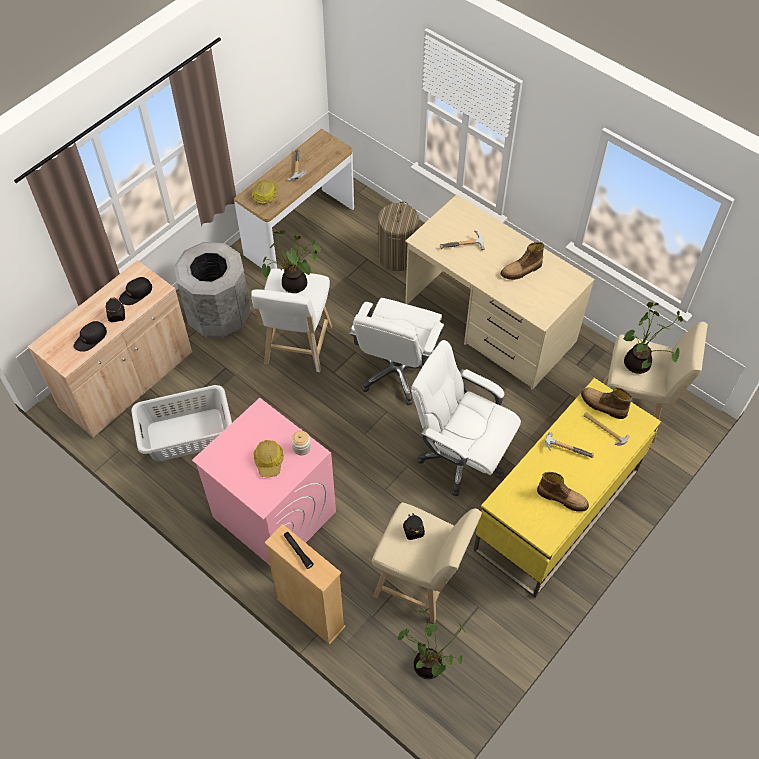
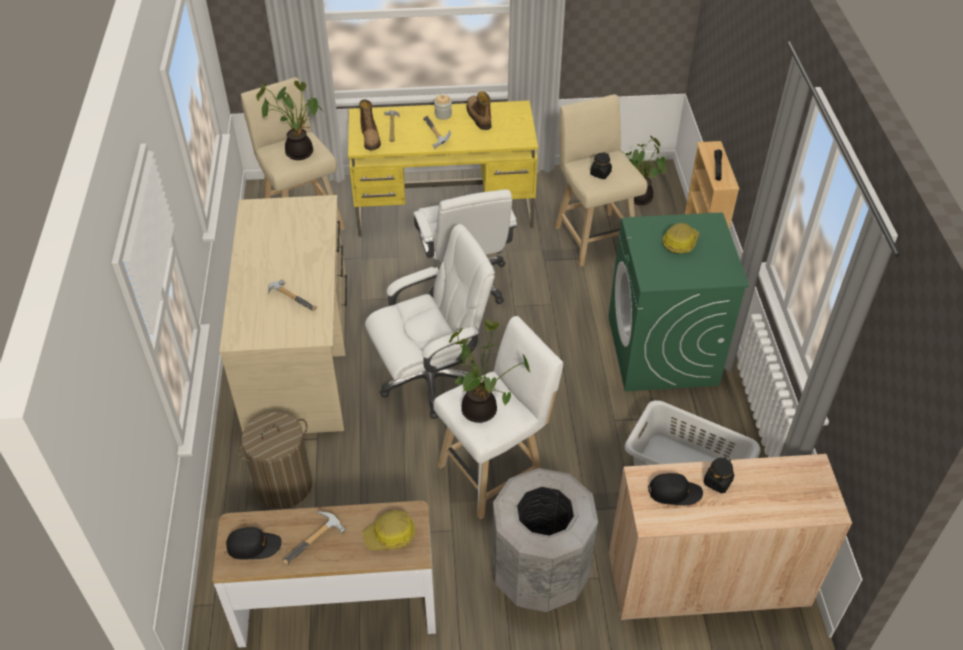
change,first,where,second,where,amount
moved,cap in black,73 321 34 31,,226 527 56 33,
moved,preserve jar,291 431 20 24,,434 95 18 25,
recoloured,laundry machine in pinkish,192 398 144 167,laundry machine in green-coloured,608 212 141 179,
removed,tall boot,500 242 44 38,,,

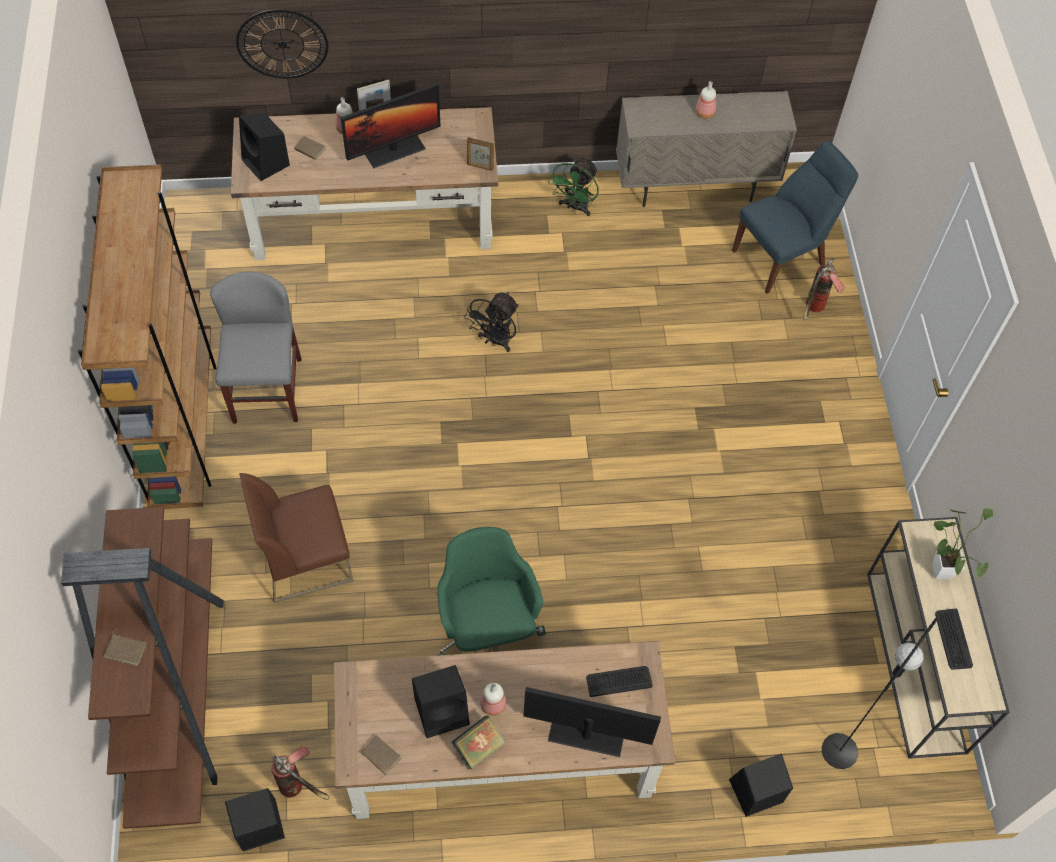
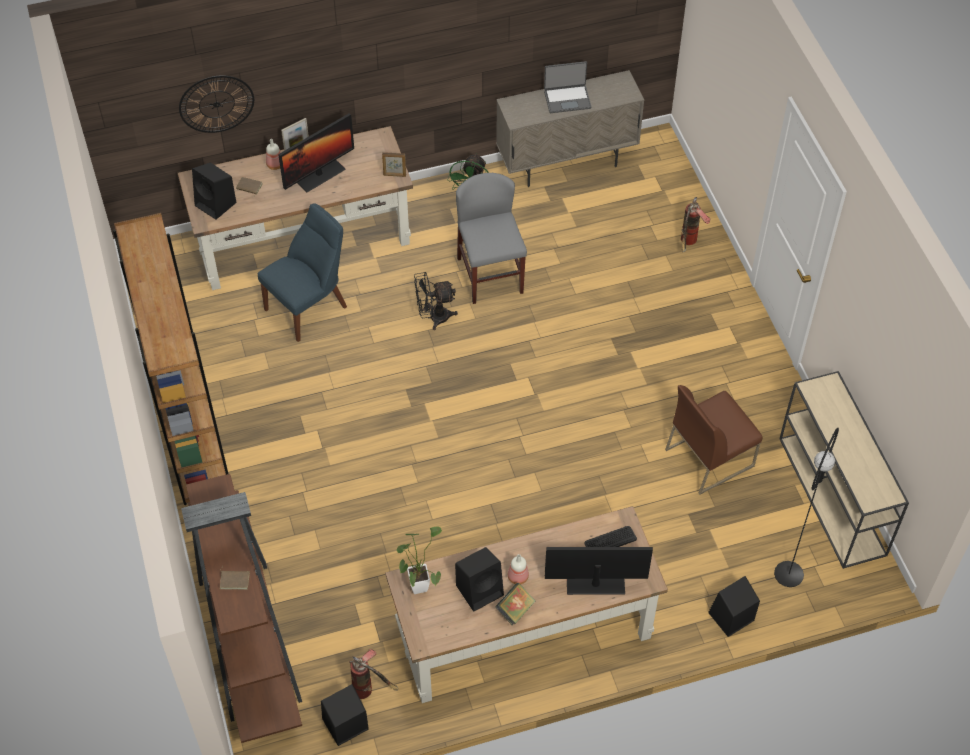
change,first,where,second,where,amount
moved,upright chair in blue-coloured,732 140 126 154,,258 203 89 139,
moved,potted plant,932 508 61 71,,397 526 45 68,
turned,electric fan in black,464 292 55 60,,414 272 44 58,60 degrees clockwise
moved,upright chair in grey,210 272 91 152,,456 173 71 131,
replaced,drink bottle,695 81 21 38,notebook computer,544 61 47 52,
moved,upright chair in brown,239 473 114 130,,665 385 98 110,
removed,volume in brown,361 735 40 45,,,
removed,desk chair in green-coloured,437 527 109 129,,,
removed,keyboard,935 608 38 62,,,

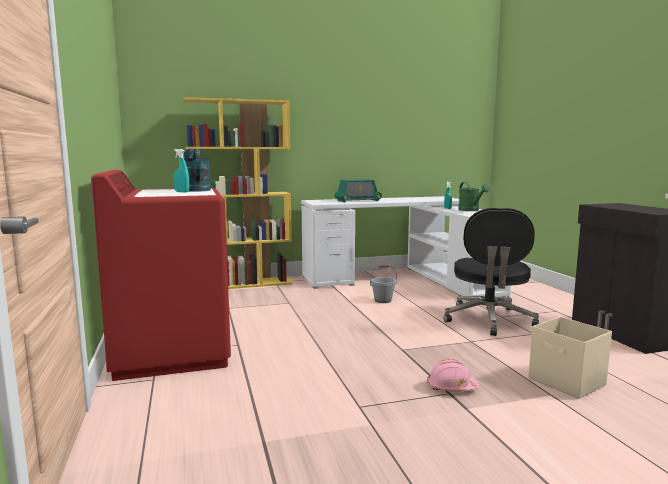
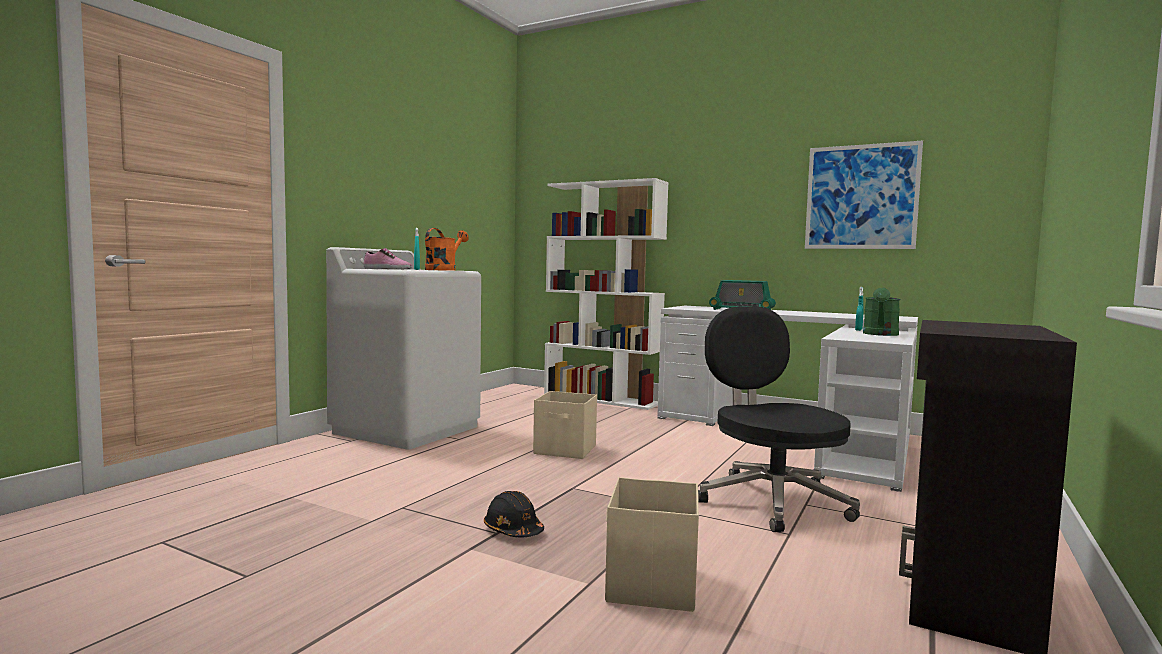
change,first,where,second,where,amount
recoloured,laundry machine in red-coloured,91 170 140 211,laundry machine in whitish,326 247 155 203,
added,,,low shoe,363 248 49 22,
recoloured,sprinkling can in turquoise,184 149 27 43,sprinkling can in orange,425 228 44 43,
recoloured,hard hat in pinkish,427 359 52 32,hard hat in black,484 491 60 47,
added,,,storage bin in sand-coloured,533 391 64 68,
recoloured,shelving unit in yellowish,183 97 109 192,shelving unit in whitish,544 178 125 232,
turned,desk chair in black,444 208 95 128,,698 306 162 226,105 degrees clockwise
added,,,wall picture,805 141 118 108,
removed,pail in grey,370 265 27 38,,,

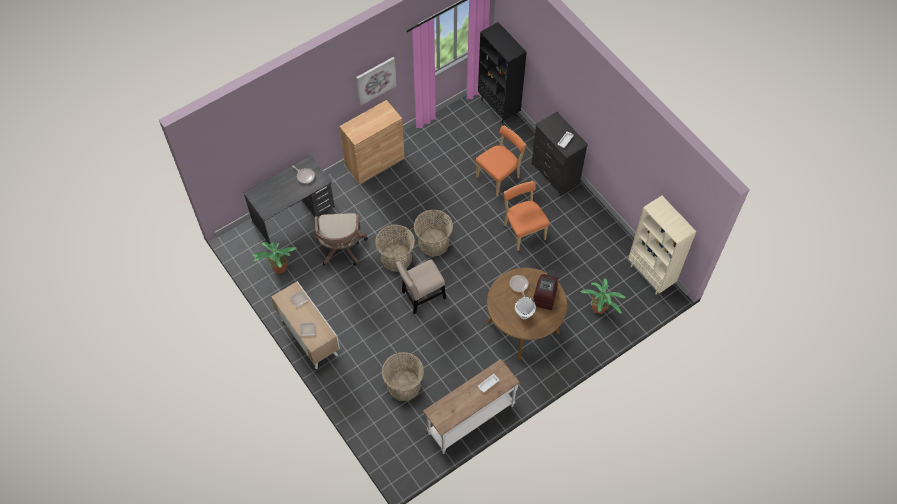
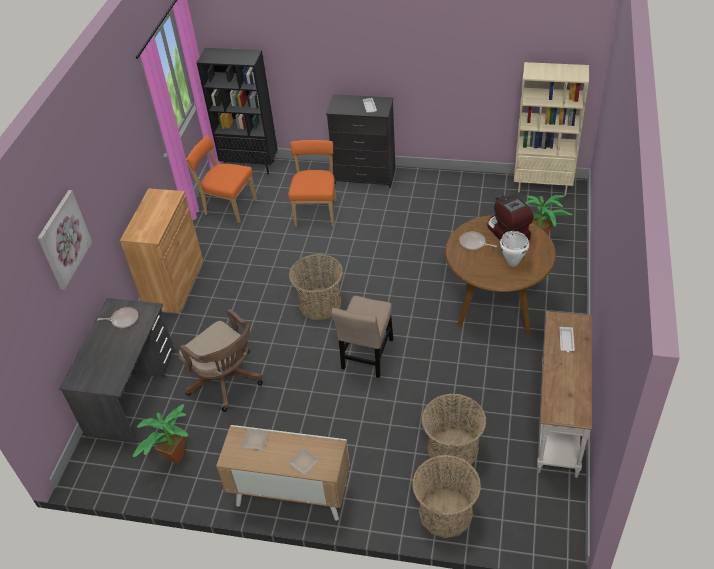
change,first,where,second,where,amount
moved,wall picture,356 57 41 49,,38 190 54 100,
moved,upright chair in orange,504 181 46 70,,186 135 71 88,
moved,basket,375 225 40 47,,412 455 69 83,

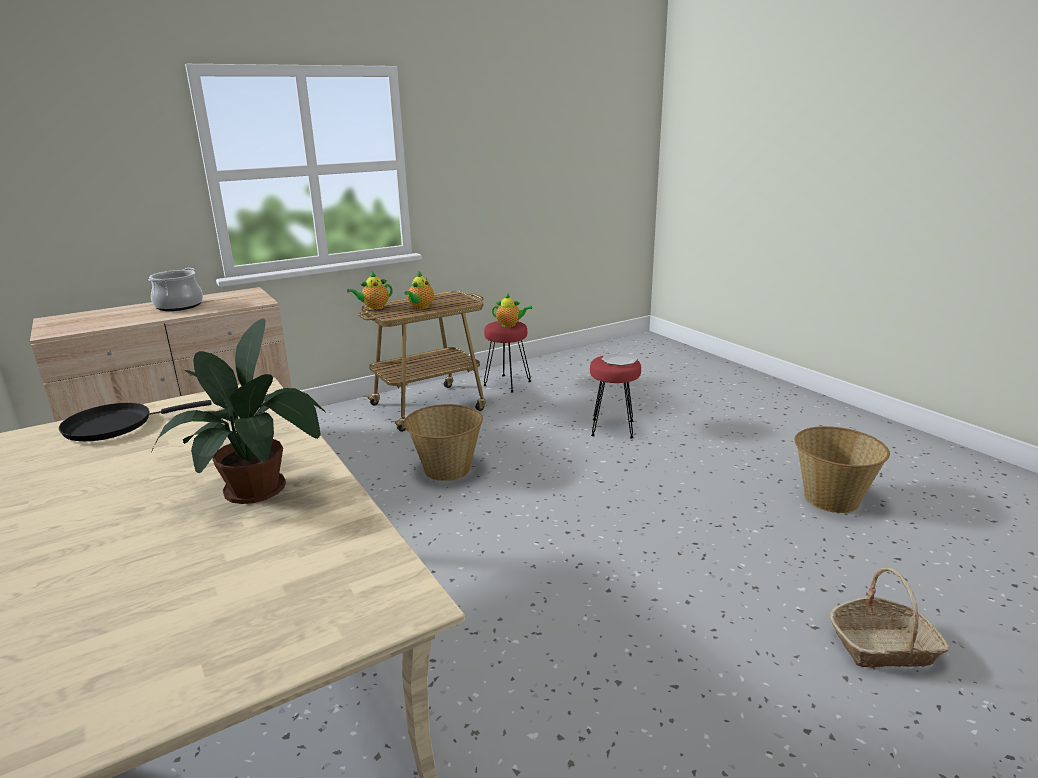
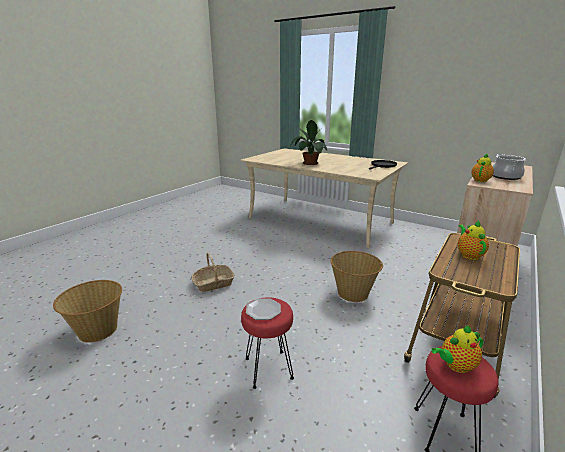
change,first,where,second,where,amount
moved,basket,830 568 119 100,,191 252 44 40,
moved,pot for tea,347 272 46 38,,471 153 23 29,

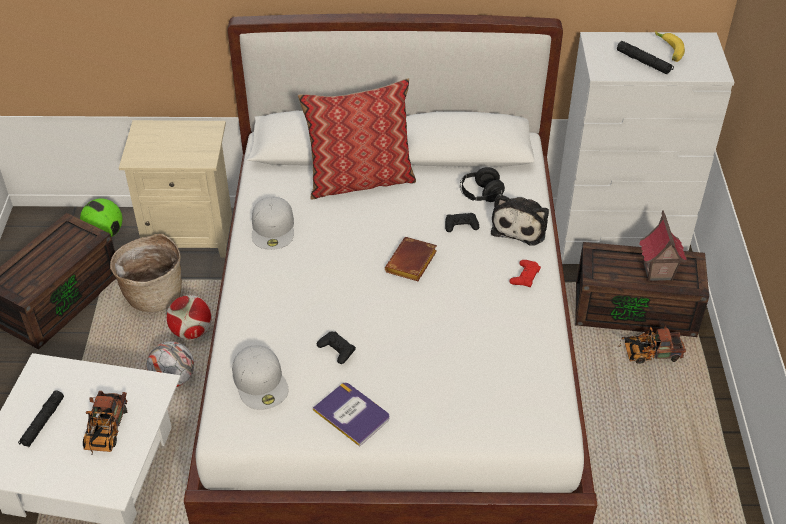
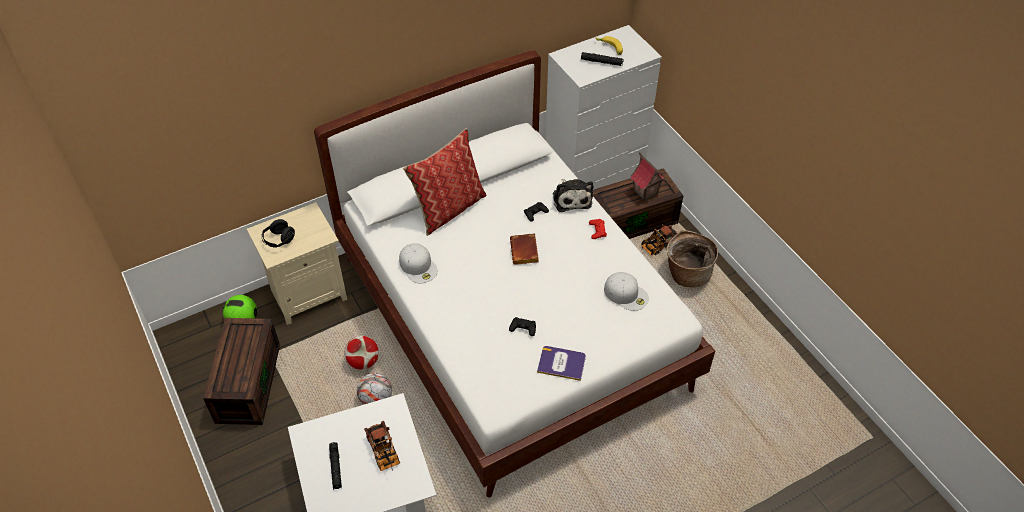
change,first,where,second,where,amount
moved,pair of headphones in black,460 167 45 35,,261 219 34 29,
moved,cap in whitish,232 345 56 65,,604 272 45 39,
moved,basket,110 234 72 78,,667 230 51 58,

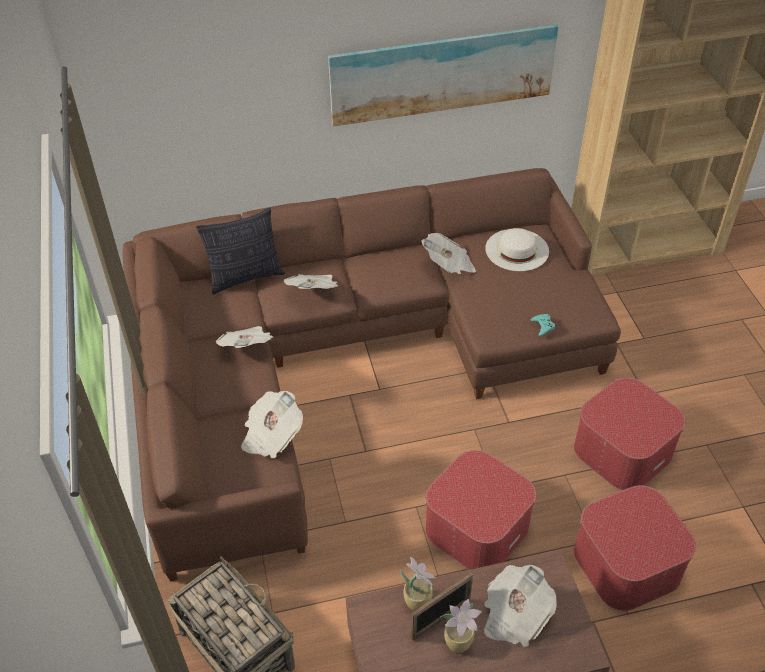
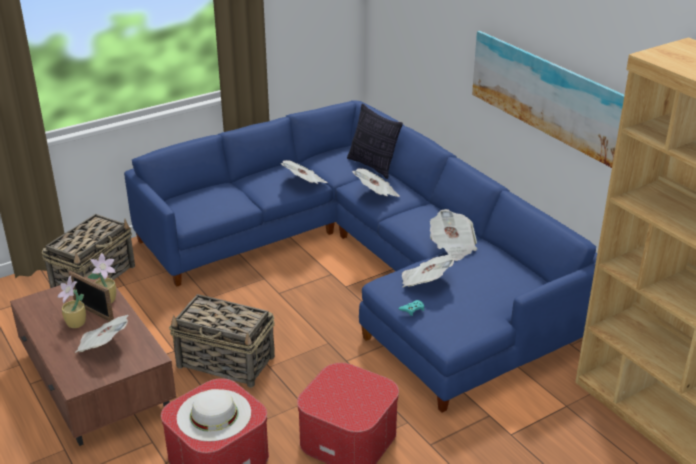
change,first,where,second,where,amount
recoloured,couch in brown,123 168 498 414,couch in blue-coloured,124 100 473 312,
replaced,ottoman,426 450 110 120,basket,169 294 106 94,
moved,wearable hat in whitish,485 228 64 43,,177 389 74 52,
moved,daily paper,241 391 62 67,,402 255 52 32,

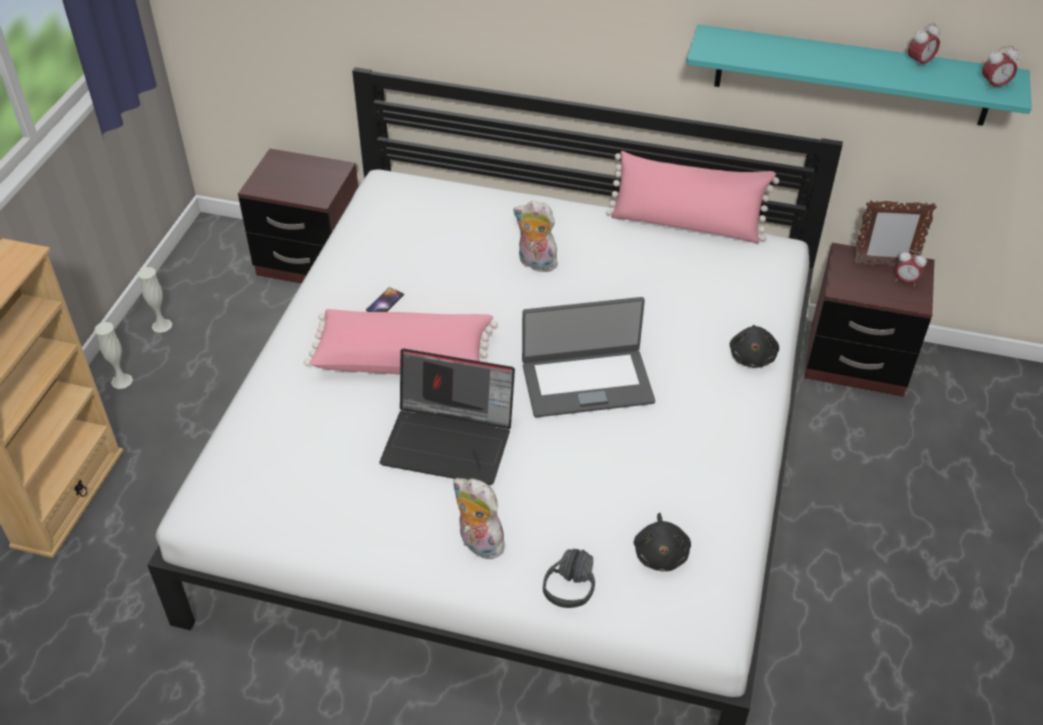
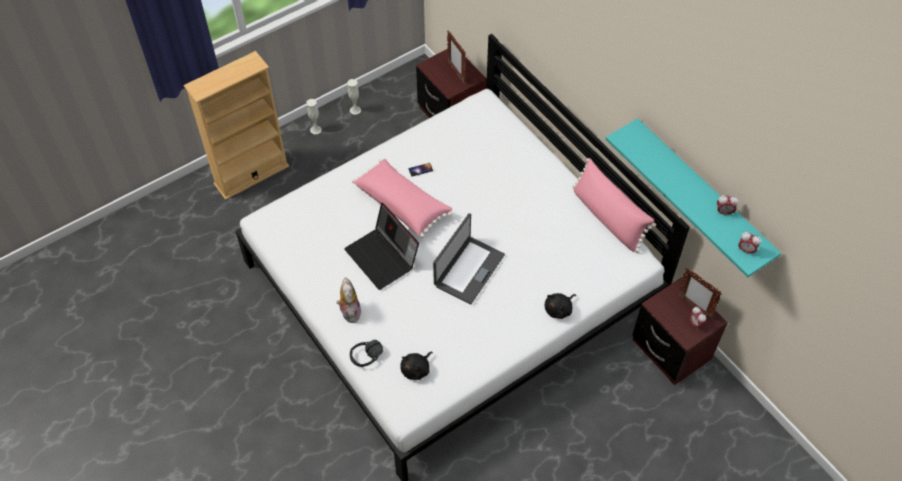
change,first,where,second,where,amount
turned,notebook computer,522 297 133 121,,433 213 72 91,90 degrees counterclockwise
added,,,picture frame,447 31 19 53,
removed,plush toy,513 200 45 72,,,

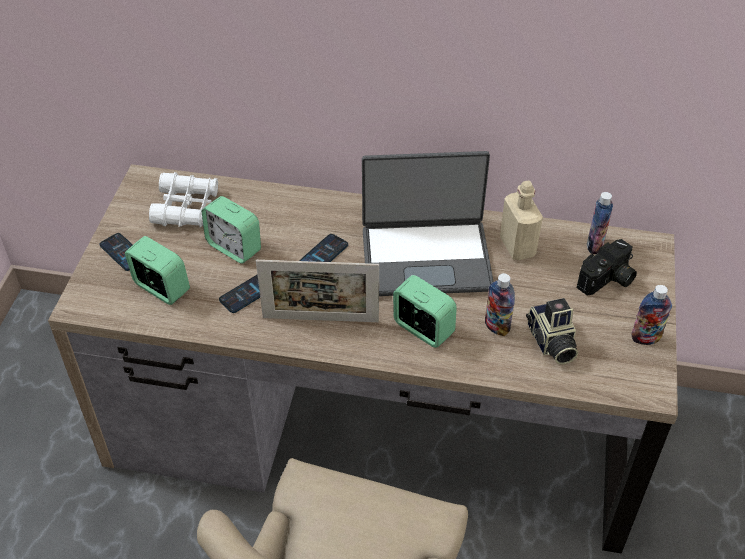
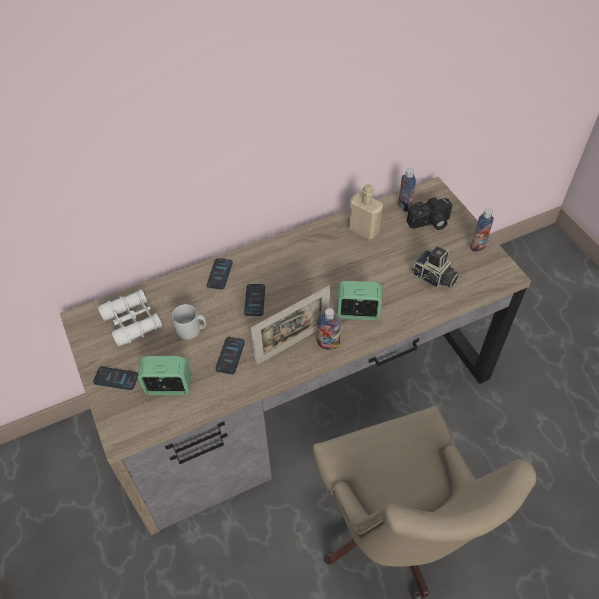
change,first,where,second,where,amount
replaced,table clock,202 196 59 68,mug in grey,172 304 34 35,
added,,,telephone,207 258 26 31,
moved,drink bottle,485 273 30 63,,317 308 24 42,
turned,still camera,577 239 60 57,,407 197 45 33,60 degrees clockwise
removed,notebook computer,362 151 132 145,,,

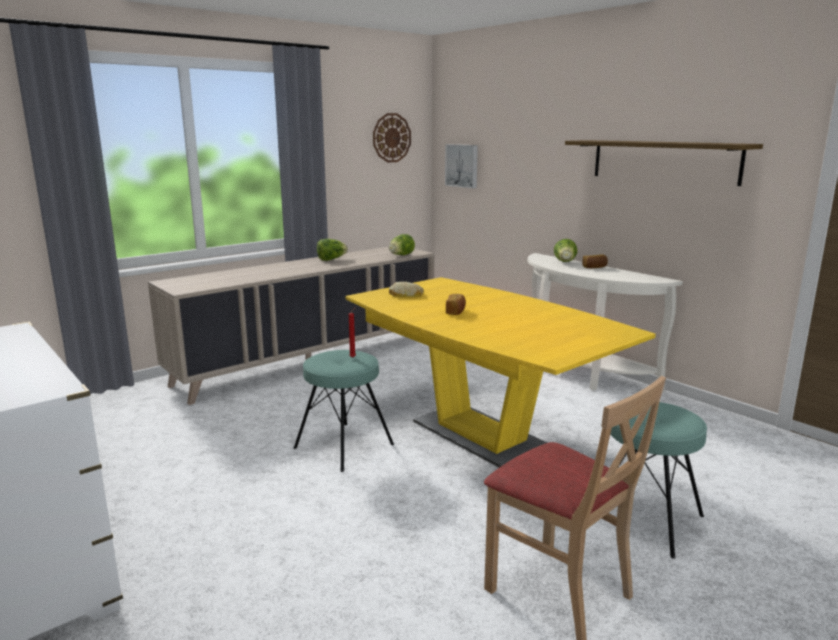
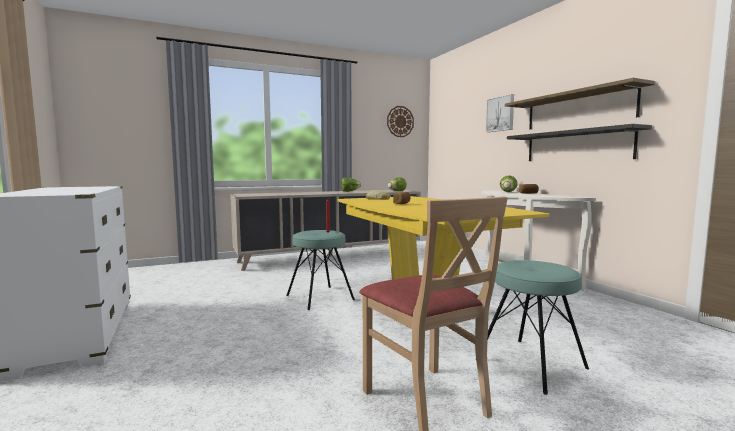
change,first,where,second,where,amount
moved,wall picture,445 144 33 44,,486 94 28 38,
added,,,shelf in black,507 124 145 37,

